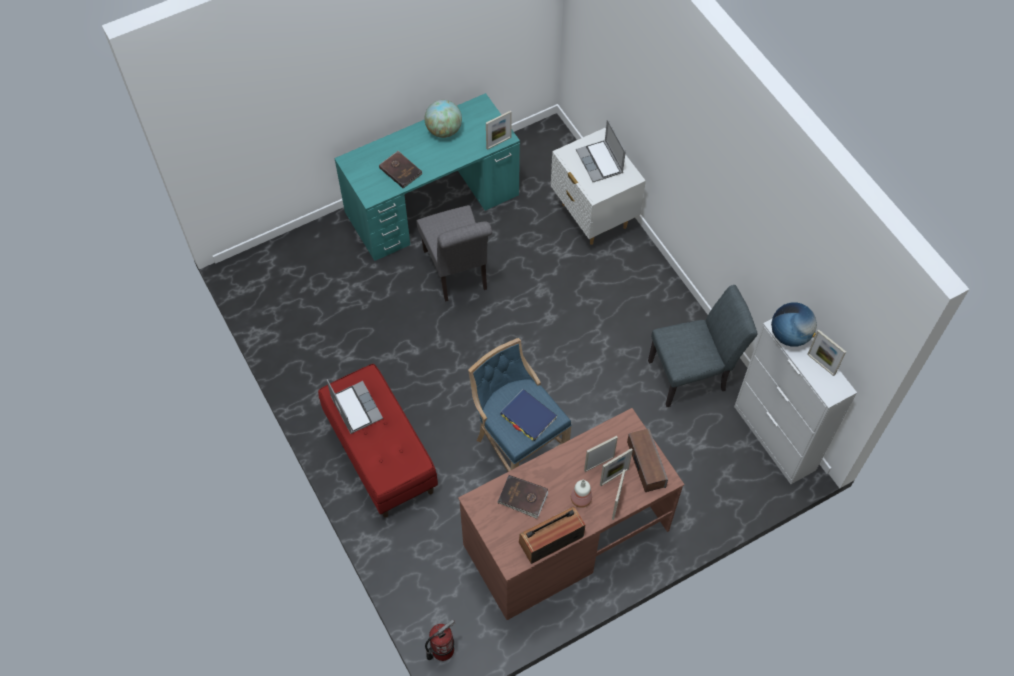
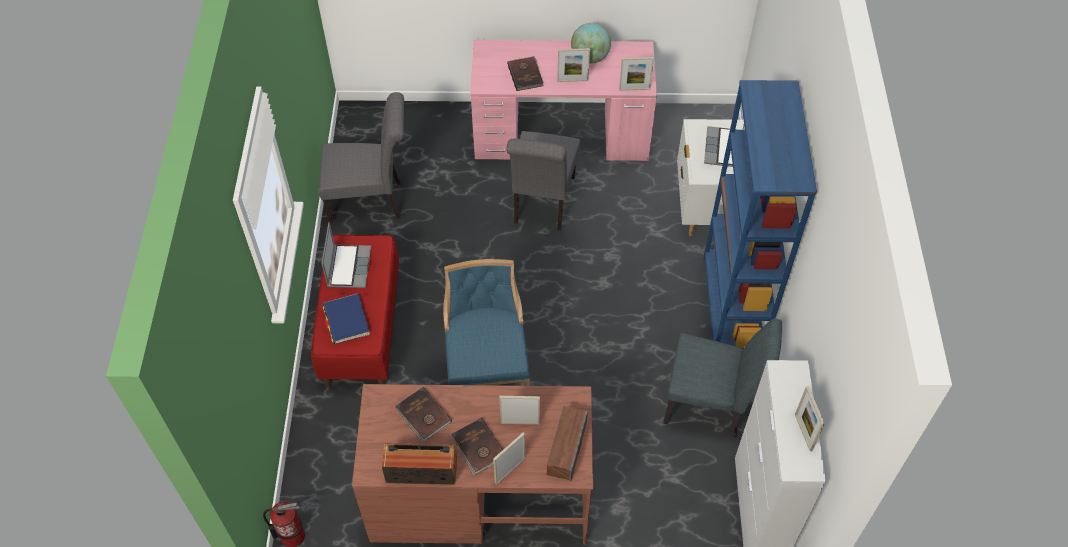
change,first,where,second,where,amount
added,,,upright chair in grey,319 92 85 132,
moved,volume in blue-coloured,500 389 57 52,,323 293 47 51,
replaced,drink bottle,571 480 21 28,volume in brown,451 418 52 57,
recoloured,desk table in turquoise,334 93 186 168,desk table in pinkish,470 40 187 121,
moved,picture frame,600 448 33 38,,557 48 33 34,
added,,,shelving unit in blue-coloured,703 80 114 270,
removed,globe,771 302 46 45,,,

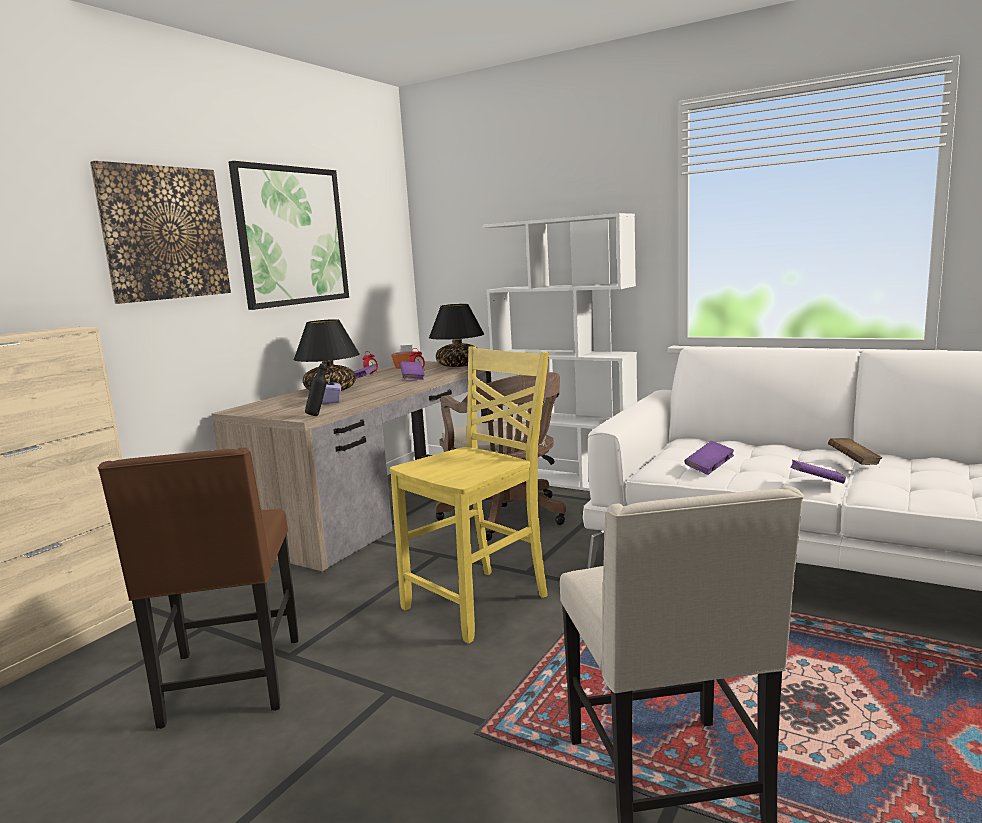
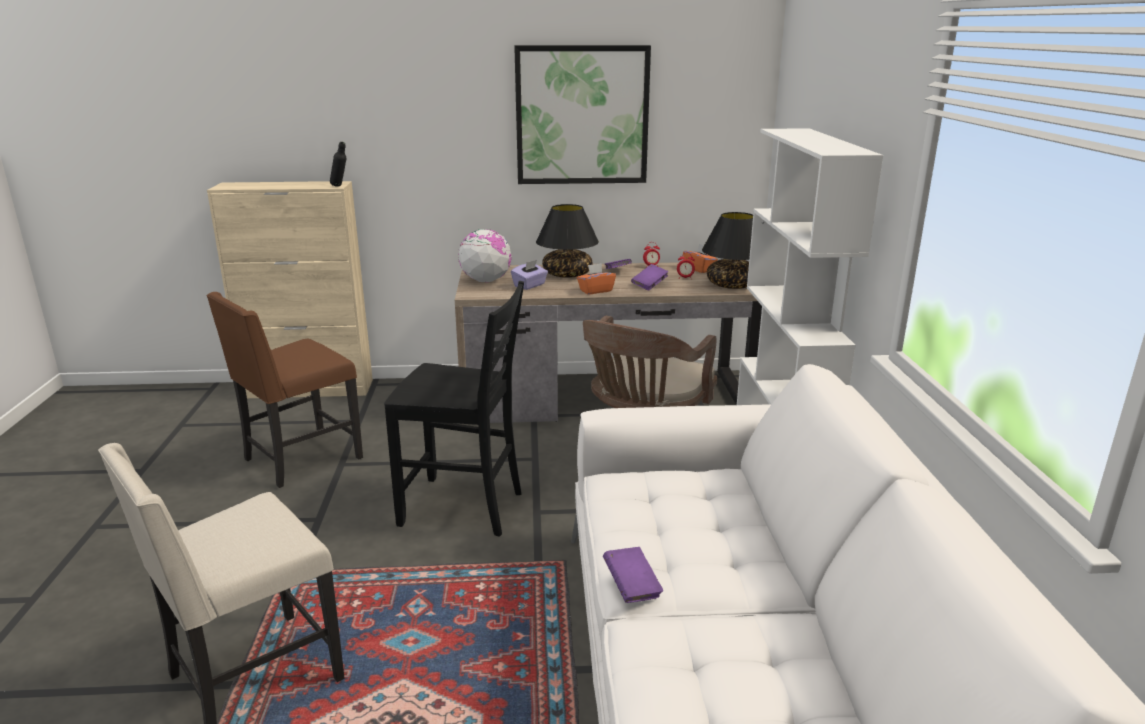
change,first,where,second,where,amount
moved,drink bottle in black,305 363 22 53,,330 142 16 45,
recoloured,upright chair in yellowish,390 346 159 298,upright chair in black,384 281 140 256,
added,,,globe,458 229 54 53,
added,,,tissue holder in orange,577 263 39 32,
removed,wall picture,90 161 141 143,,,
removed,volume in purplish,685 441 49 34,,,
removed,volume in brown,828 438 54 27,,,

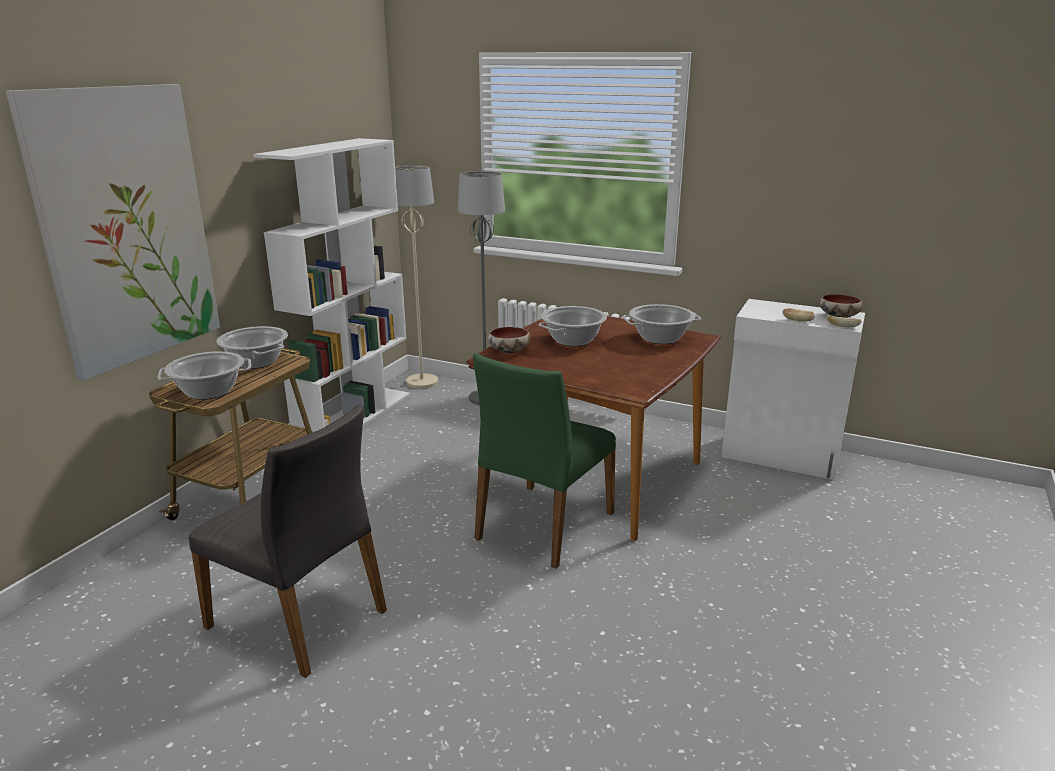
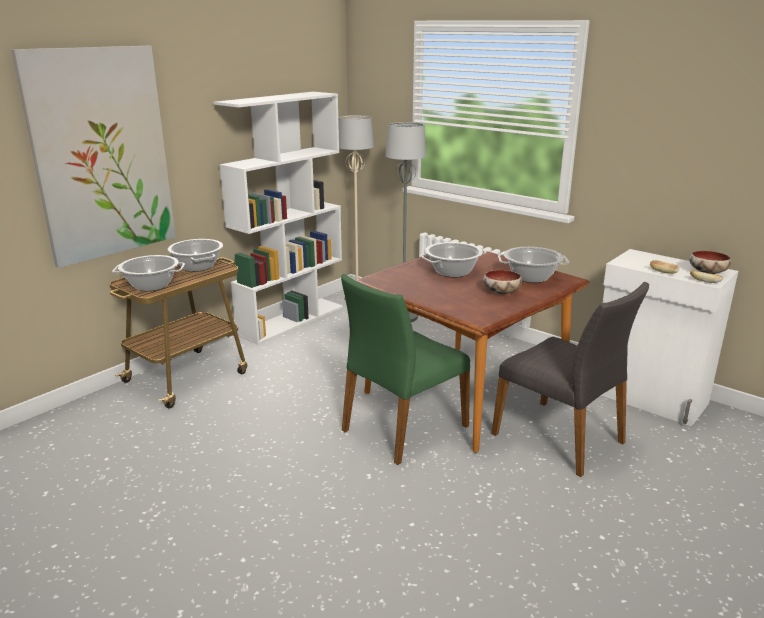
change,first,where,second,where,amount
moved,serving bowl,488 327 42 26,,483 270 39 24,
moved,upright chair in grey,188 404 199 274,,491 282 158 195,

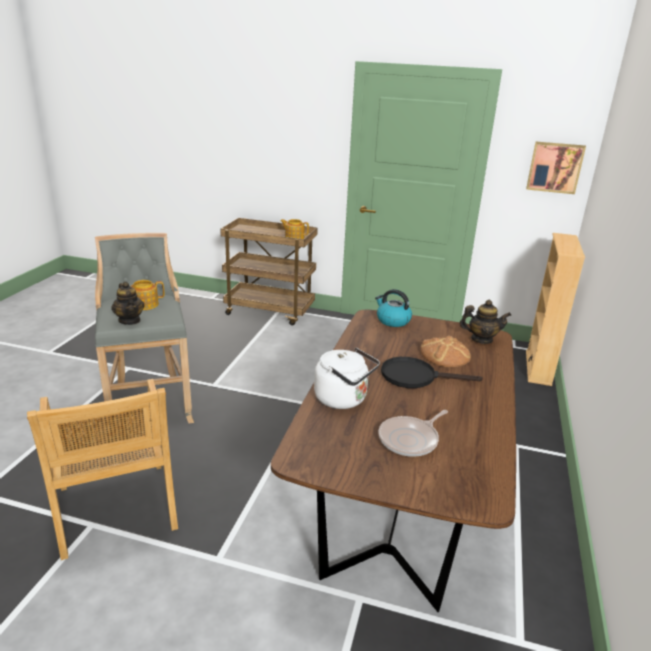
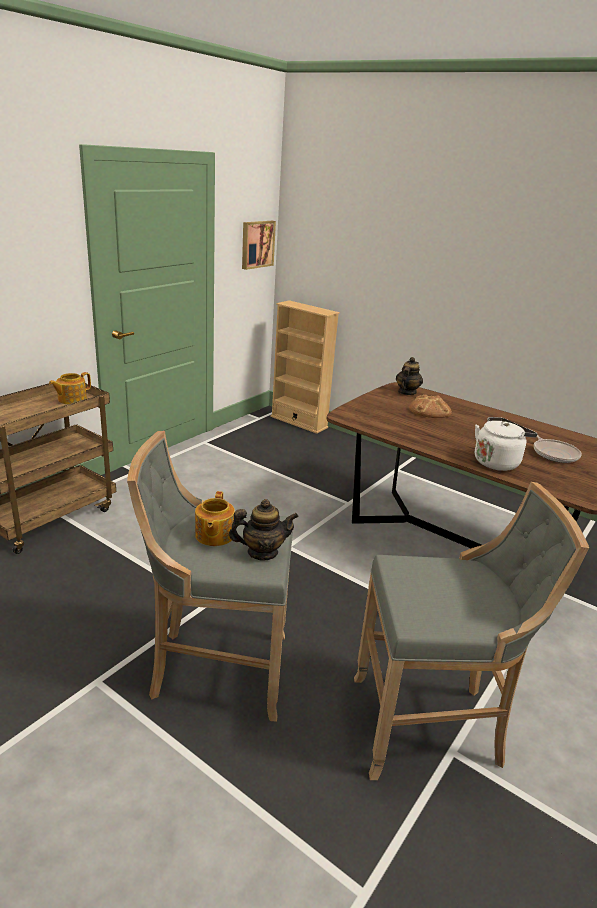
change,first,where,second,where,amount
replaced,upright chair in sand-coloured,27 379 151 181,stool seat in grey,354 482 235 298,
removed,tea kettle,375 289 37 38,,,
removed,frying pan in black,381 357 102 31,,,

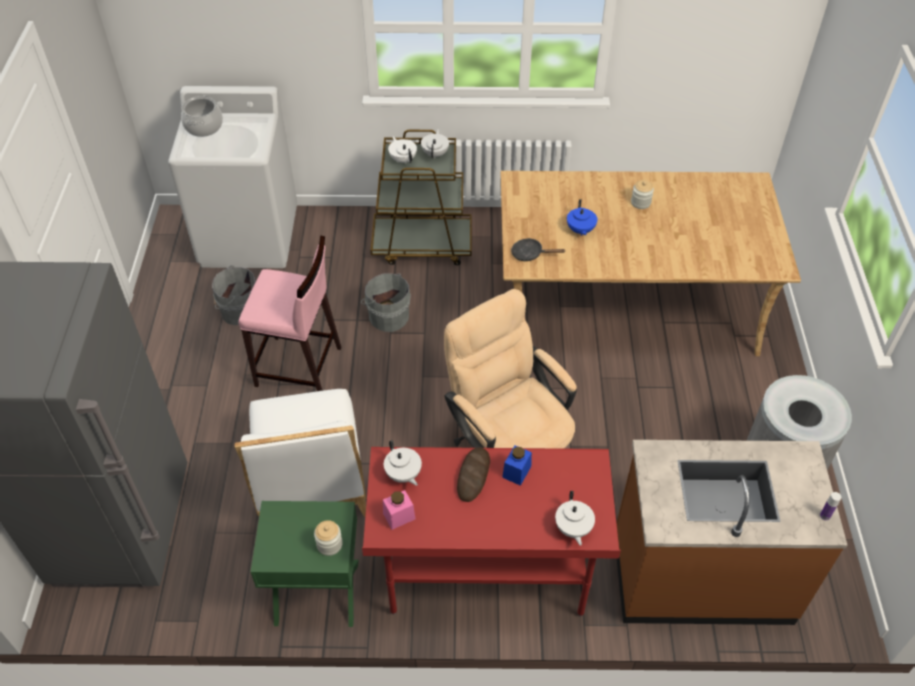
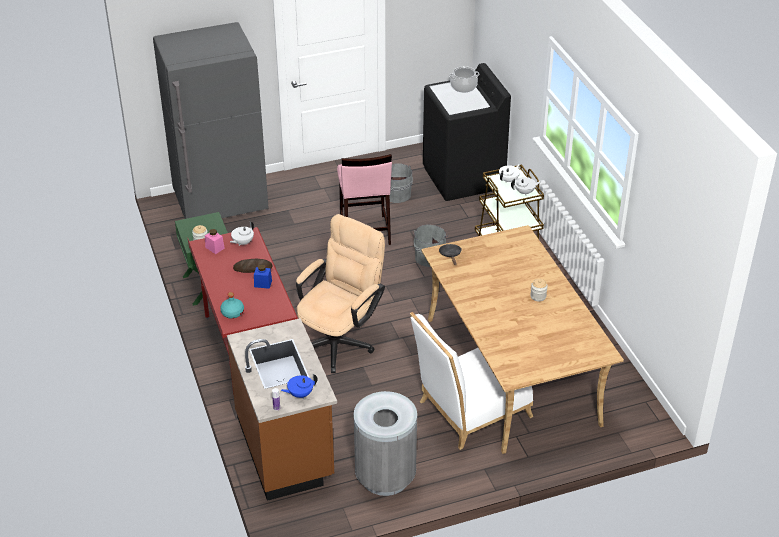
change,first,where,second,where,amount
replaced,pot for tea in whitish,555 491 40 55,drink bottle in turquoise,220 292 24 27,
moved,pot for tea in blue-coloured,567 199 31 37,,281 374 37 24,
moved,upright chair in whitish,234 389 132 128,,410 312 123 138,
recoloured,laundry machine in whitish,168 86 129 182,laundry machine in black,423 63 88 138,

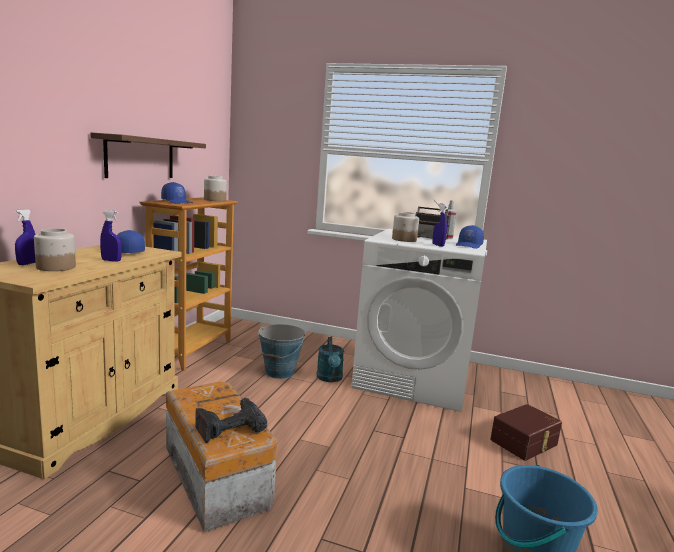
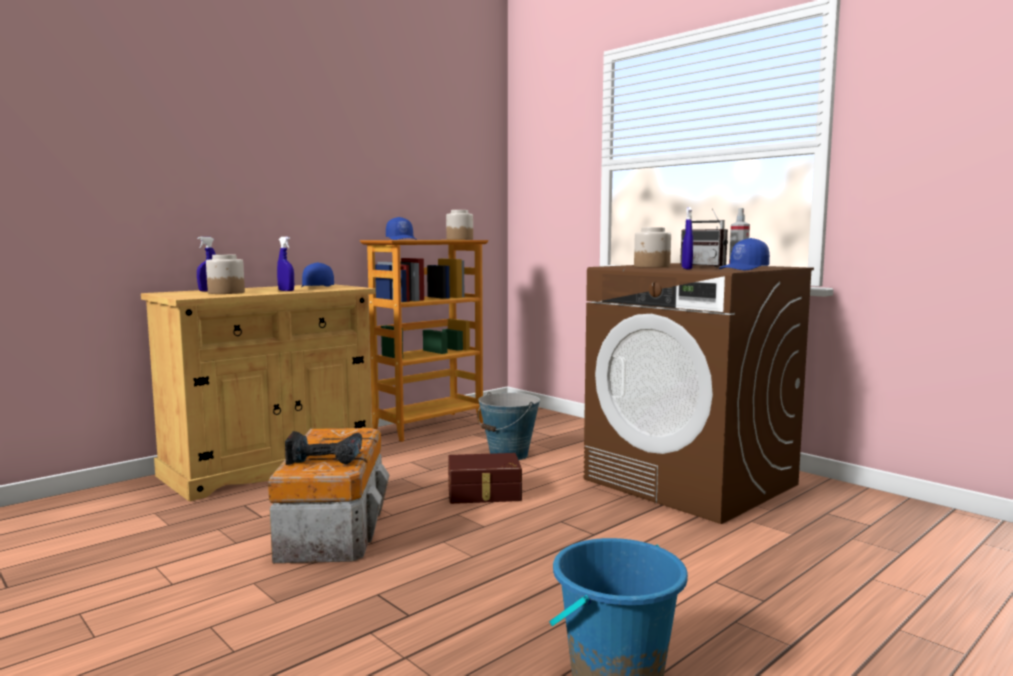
change,first,where,second,where,amount
moved,storage bin in brown,490 404 72 57,,448 453 74 51,
recoloured,laundry machine in whitish,351 229 136 183,laundry machine in brown,584 263 230 261,
removed,shelf,90 132 116 46,,,
removed,sprinkling can in turquoise,317 337 27 45,,,

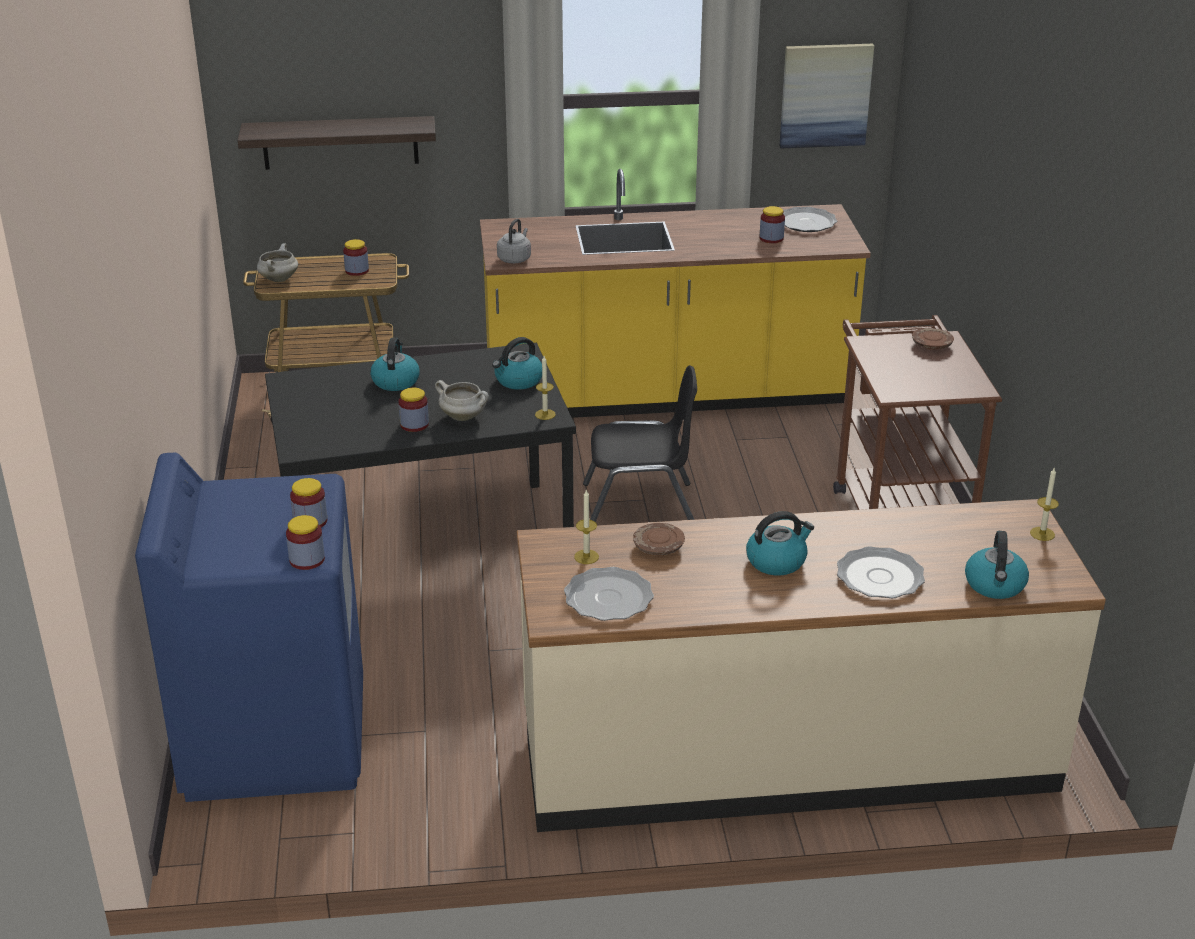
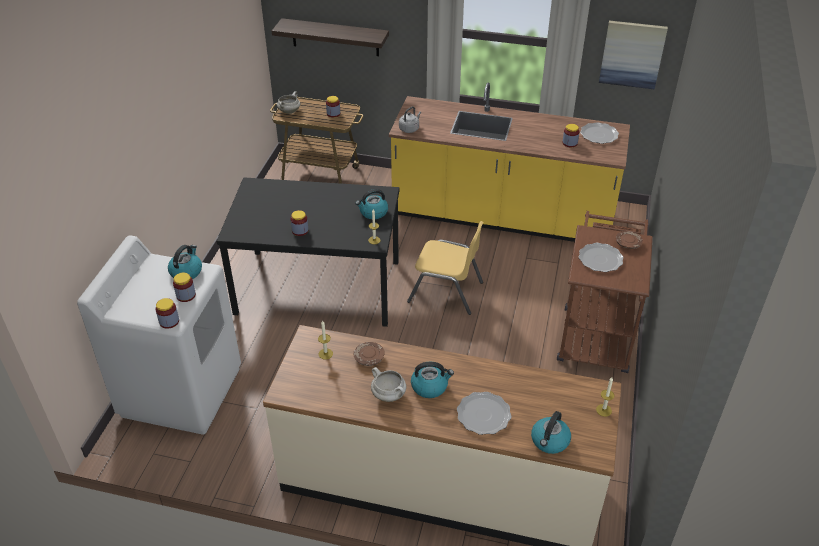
change,first,where,second,where,amount
recoloured,laundry machine in blue-coloured,135 453 228 349,laundry machine in whitish,77 235 164 200,
moved,tea kettle,370 338 50 53,,168 245 34 34,
moved,saucepot in whitish,435 380 54 41,,371 367 35 35,
recoloured,upright chair in black,583 365 114 157,upright chair in yellowish,407 221 77 94,
moved,dinner plate,564 567 90 54,,579 243 44 29,

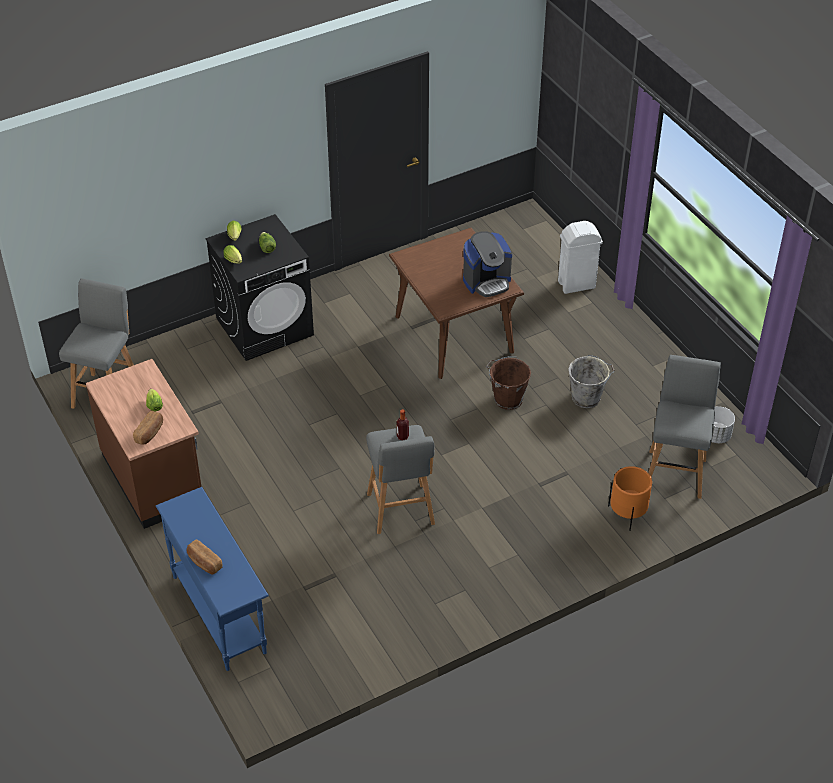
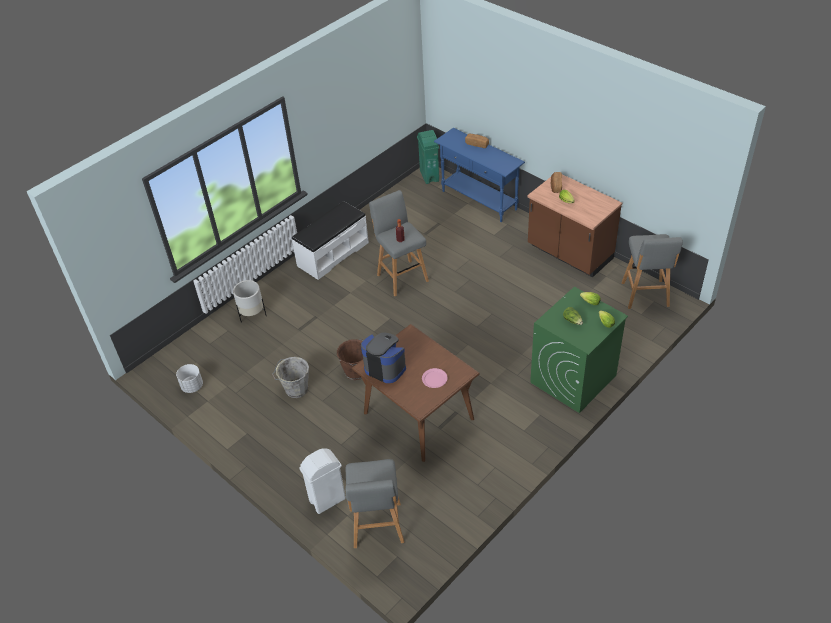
change,first,where,second,where,amount
recoloured,planter in orange,608 466 44 65,planter in whitish,233 280 34 43,
added,,,indoor bench in whitish,292 201 77 79,
moved,stool seat in grey,648 355 73 144,,346 459 58 89,
turned,coffee maker,463 231 49 66,,361 333 45 50,75 degrees clockwise
added,,,waste bin in green-coloured,417 130 22 54,
added,,,dinner plate in pinkish,422 368 25 20,
recoloured,laundry machine in black,206 214 108 147,laundry machine in green-coloured,530 287 98 126,

